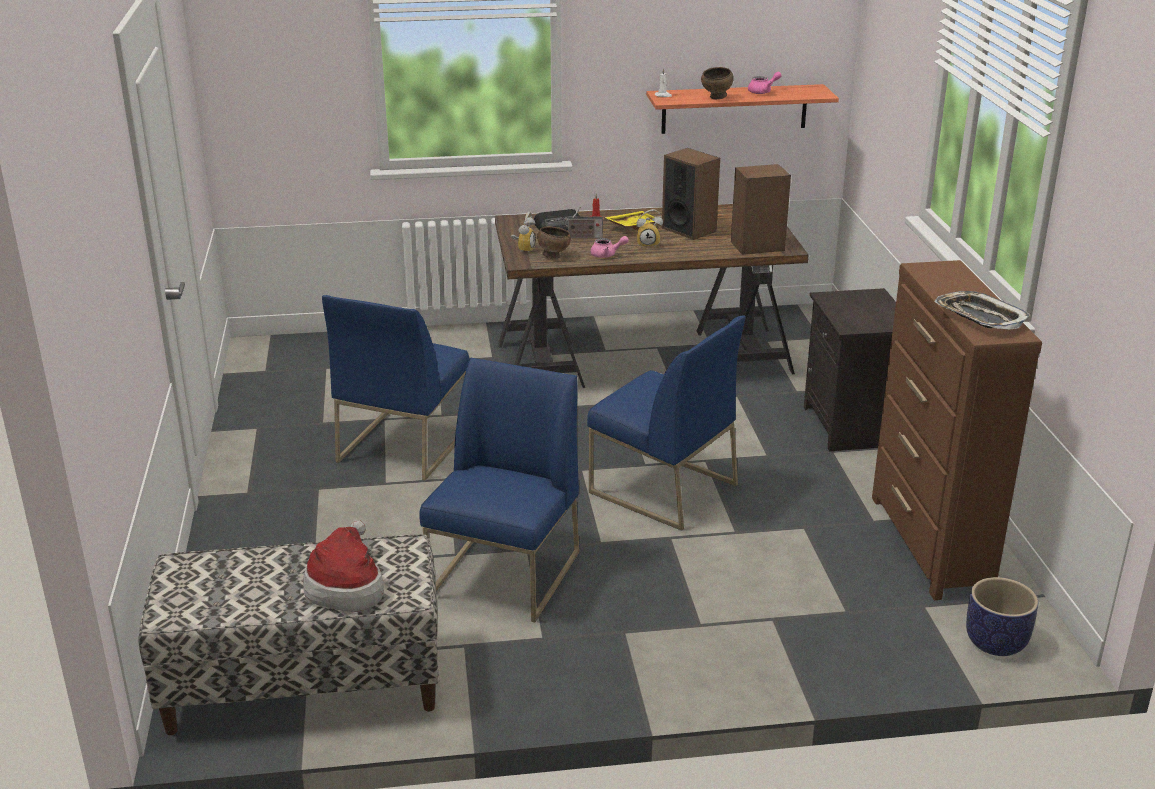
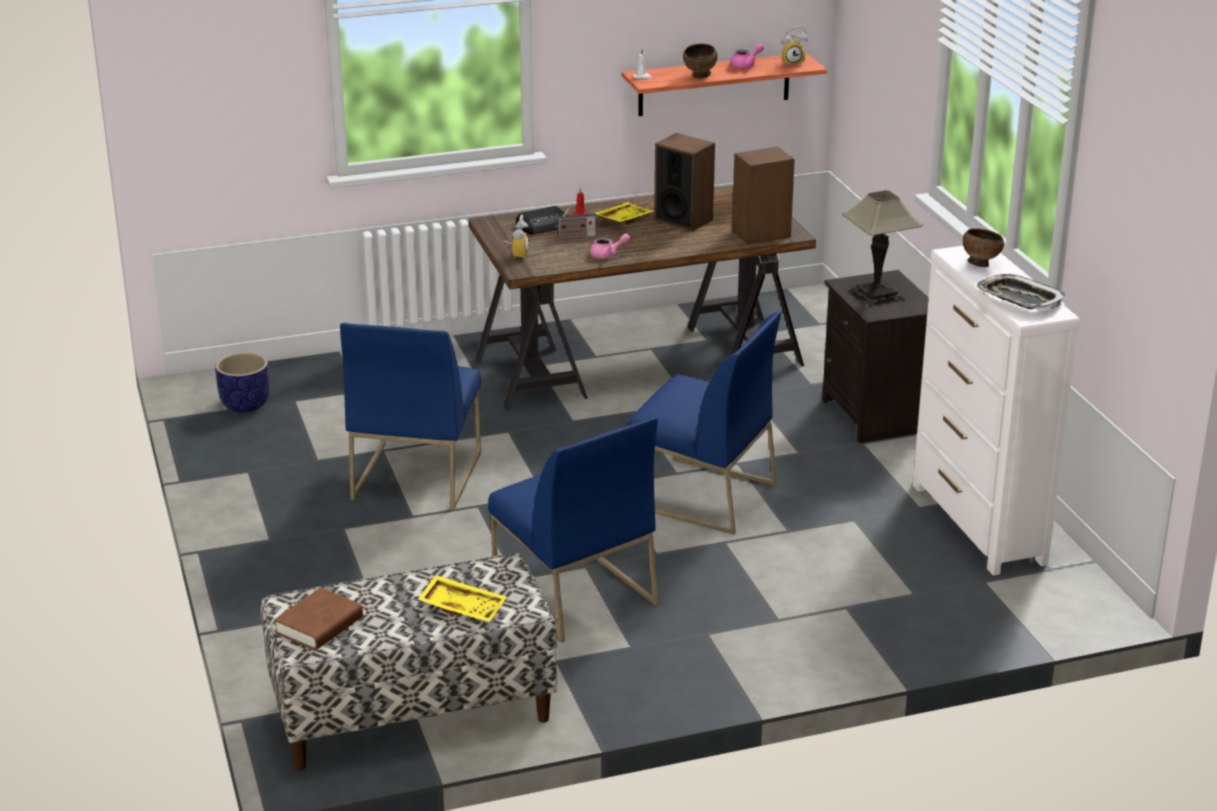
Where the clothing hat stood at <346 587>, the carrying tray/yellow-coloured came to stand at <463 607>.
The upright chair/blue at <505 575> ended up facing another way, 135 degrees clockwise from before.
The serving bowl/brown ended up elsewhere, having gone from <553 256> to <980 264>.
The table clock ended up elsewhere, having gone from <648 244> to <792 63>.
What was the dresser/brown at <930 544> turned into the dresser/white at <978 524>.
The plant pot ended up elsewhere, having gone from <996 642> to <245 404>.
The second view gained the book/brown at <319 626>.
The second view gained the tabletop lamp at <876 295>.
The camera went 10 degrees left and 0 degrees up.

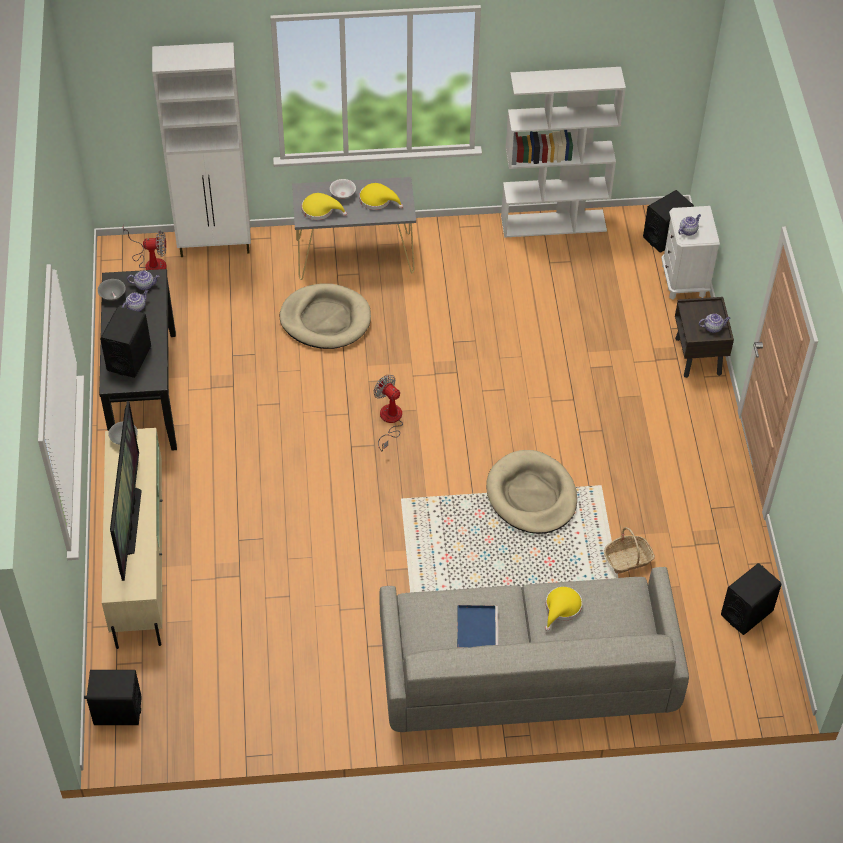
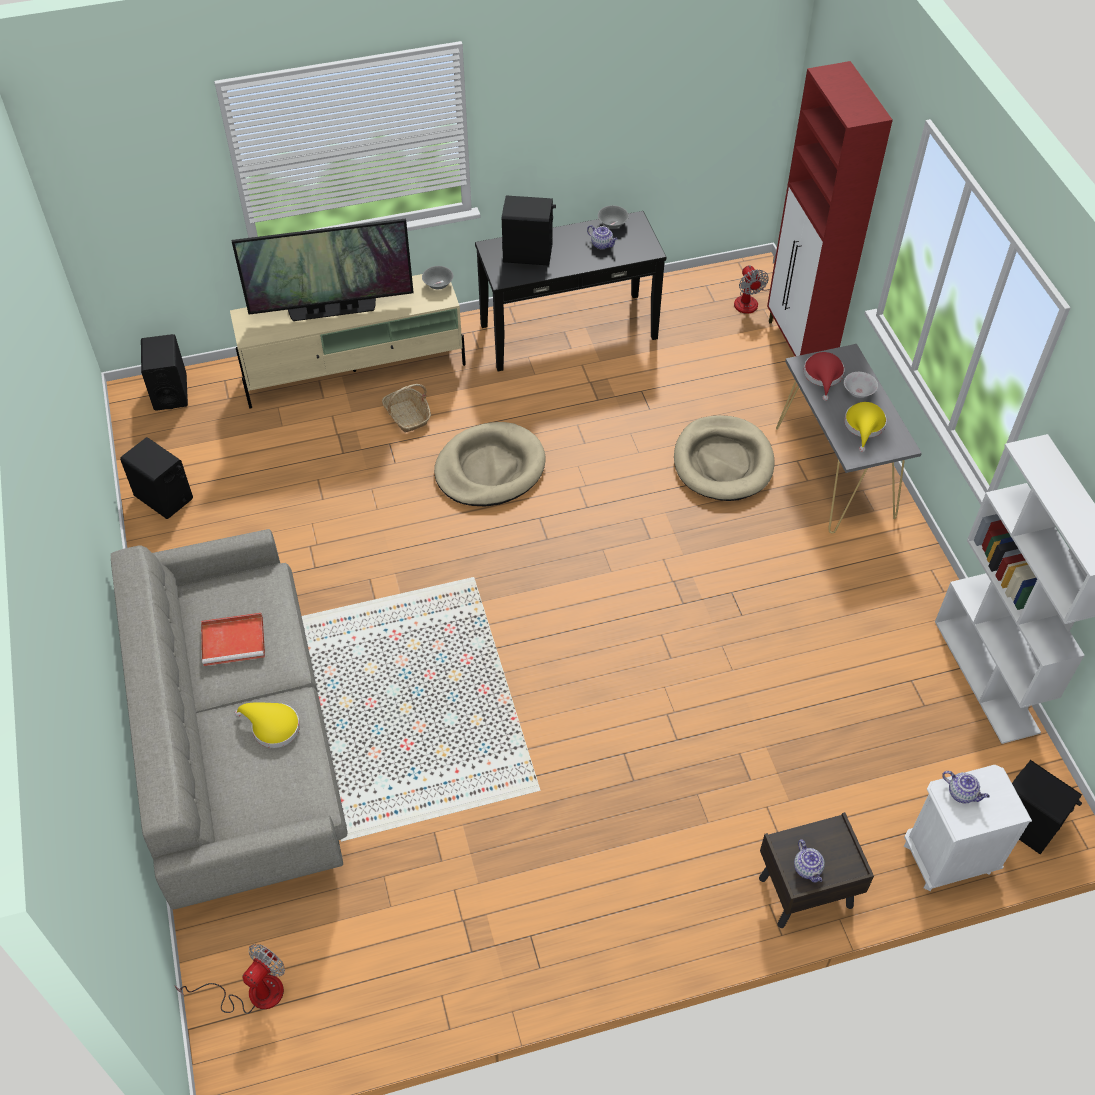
The second view lost the pot for tea at <145 285>.
What was the cupboard/white at <216 244> turned into the cupboard/red-coloured at <799 346>.
What was the clothing hat/yellow-coloured at <320 210> turned into the clothing hat/red-coloured at <823 376>.
The fan ended up elsewhere, having gone from <389 421> to <252 993>.
What was the carrying tray/blue at <476 628> turned into the carrying tray/red-coloured at <235 640>.
The dog cushion/beige ended up elsewhere, having gone from <531 495> to <490 468>.
The basket ended up elsewhere, having gone from <628 559> to <407 416>.
The speaker/black ended up elsewhere, having gone from <746 613> to <164 497>.
The camera went 80 degrees right and 0 degrees up.

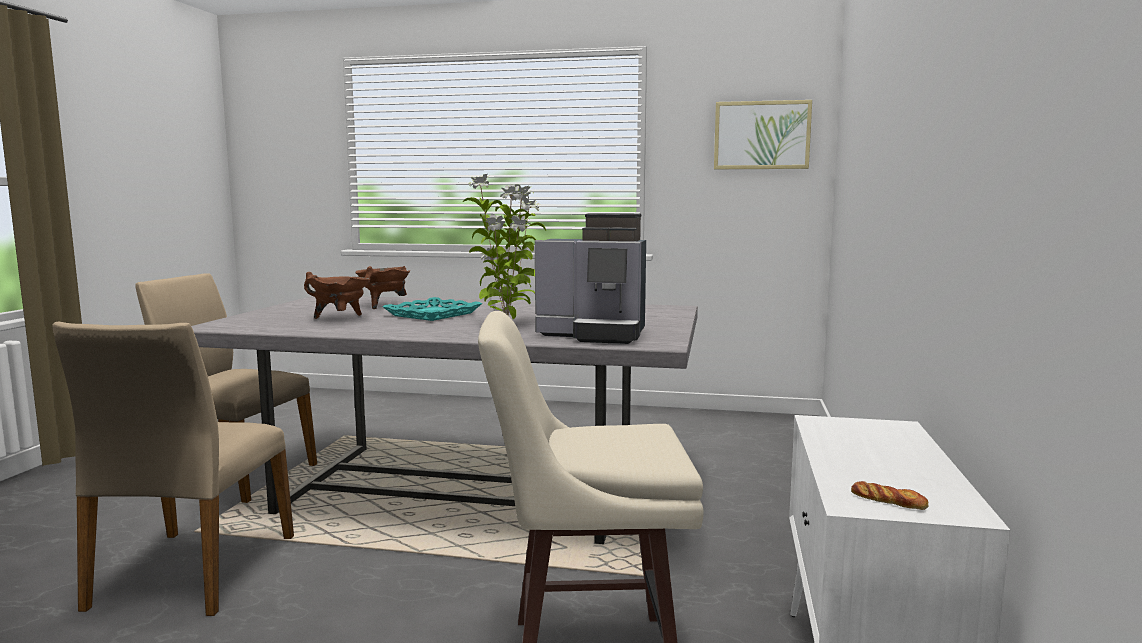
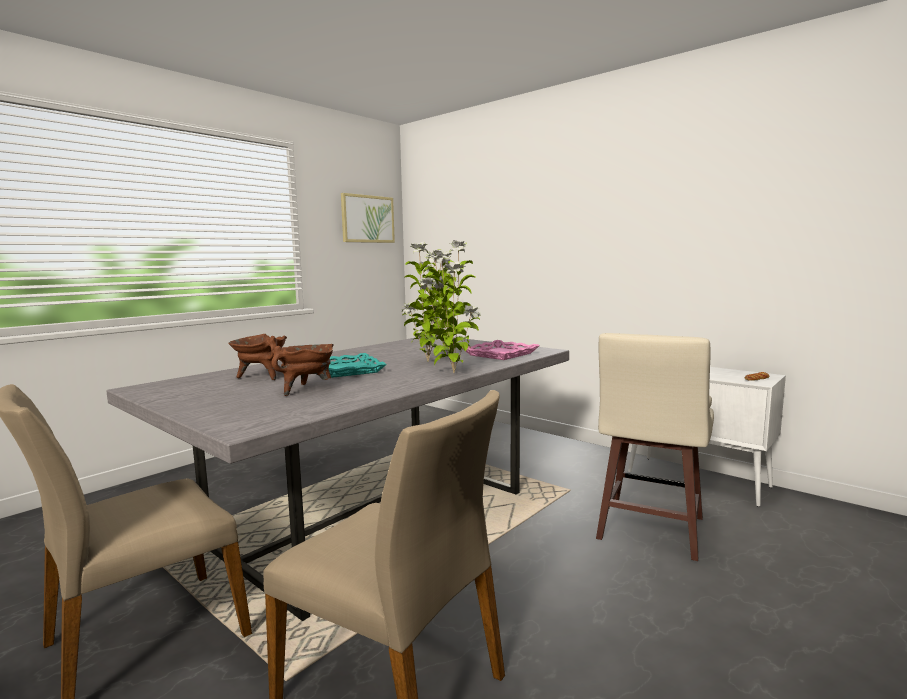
Where the coffee maker stood at <595 334>, the carrying tray/pink-coloured came to stand at <500 354>.
The second view gained the potted plant at <451 373>.
The camera went 60 degrees left and 0 degrees up.

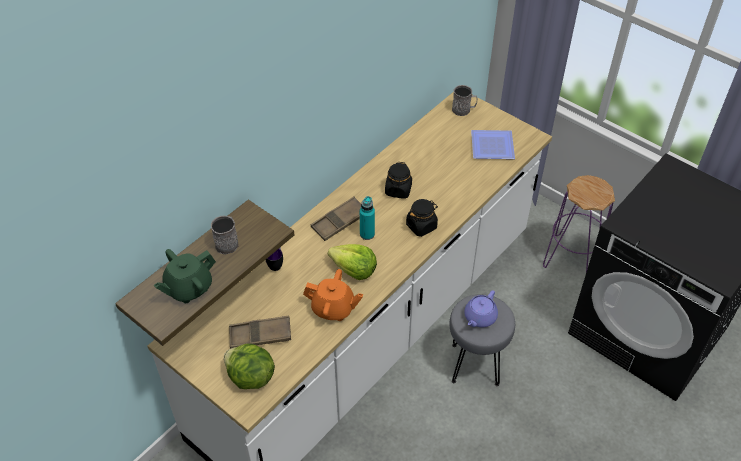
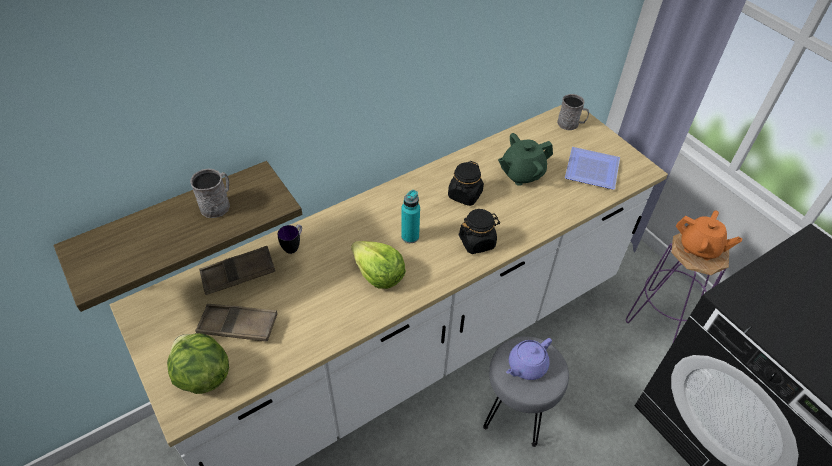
The pot for tea/green ended up elsewhere, having gone from <188 288> to <521 174>.
The pot for tea/orange-coloured ended up elsewhere, having gone from <333 309> to <699 248>.
The carrying tray/brown ended up elsewhere, having gone from <339 222> to <238 274>.
The camera went 15 degrees right and 0 degrees up.

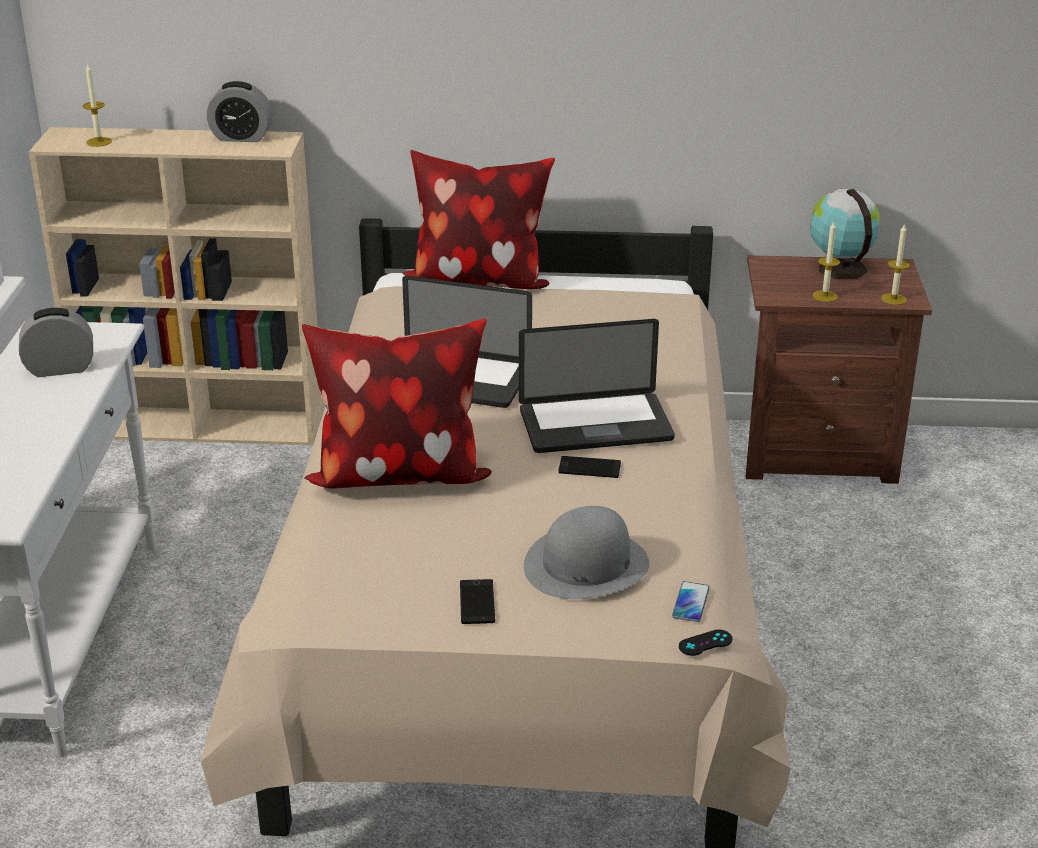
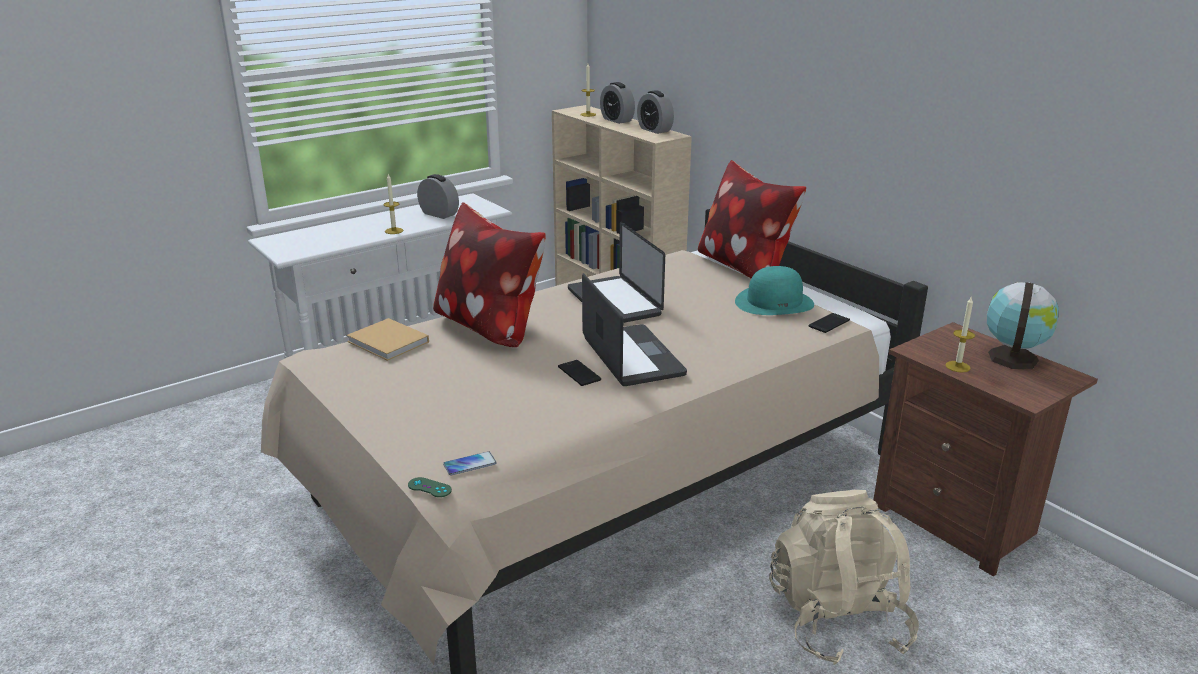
The handset ended up elsewhere, having gone from <477 602> to <829 323>.
The portable computer at <595 425> ended up facing another way, 150 degrees counterclockwise from before.
The second view lost the clothing hat/grey at <586 565>.
What was the gamepad/black at <705 643> turned into the gamepad/green at <429 487>.
The wax candle ended up elsewhere, having gone from <893 299> to <394 231>.
The second view gained the book/beige at <389 342>.
The second view gained the table clock at <617 120>.
The second view gained the clothing hat/turquoise at <774 302>.
The second view gained the knapsack/beige at <837 620>.
The camera went 50 degrees right and 5 degrees down.

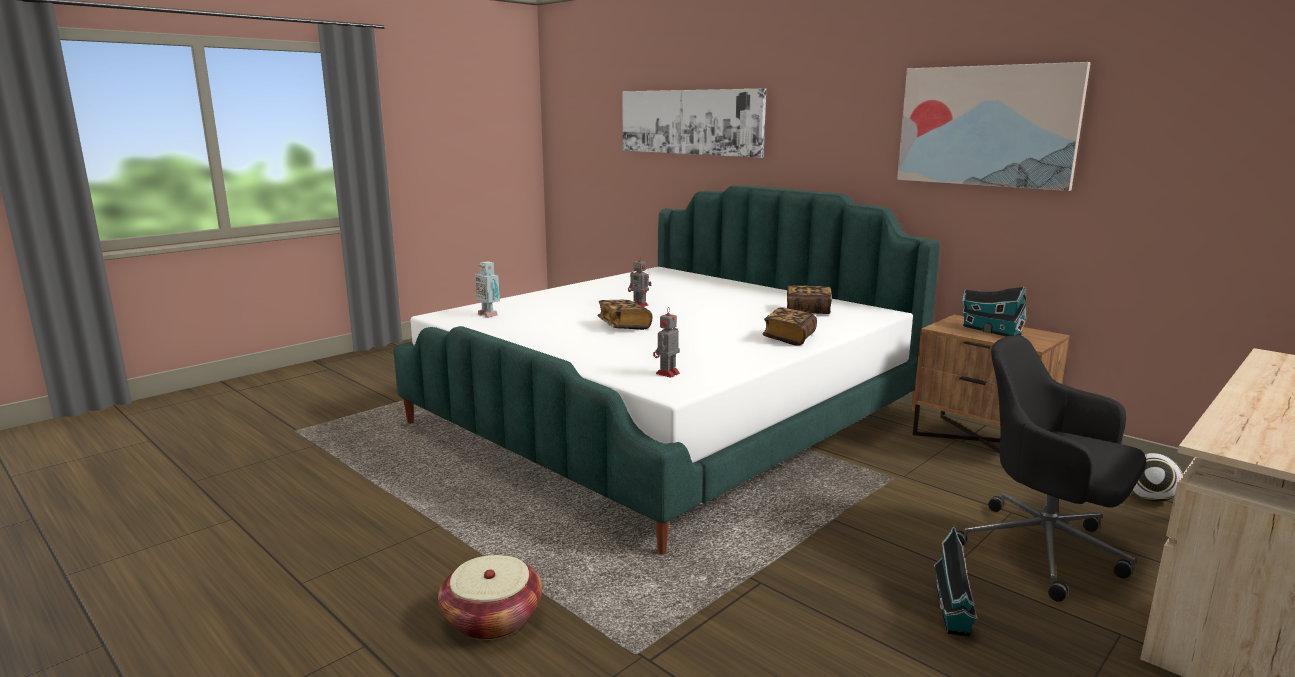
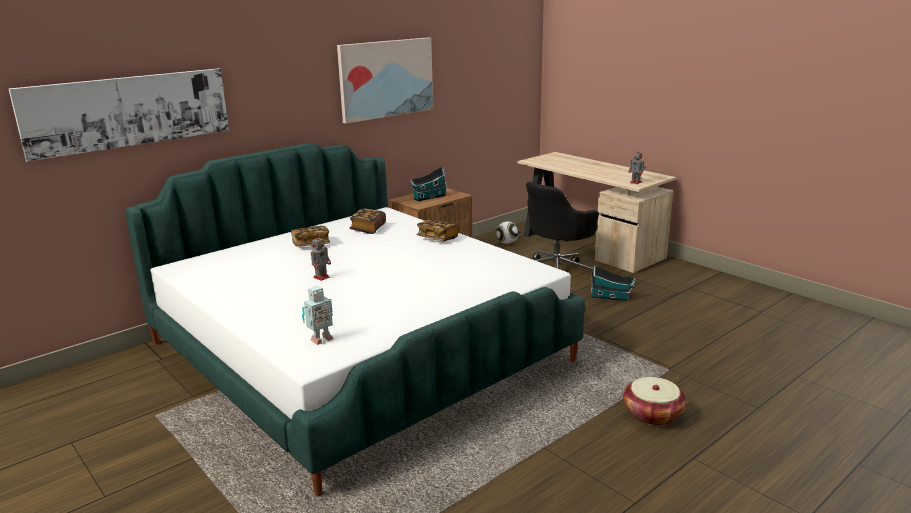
The book ended up elsewhere, having gone from <624 326> to <311 245>.
The model robot ended up elsewhere, having gone from <667 374> to <636 182>.
The camera went 85 degrees left and 5 degrees up.

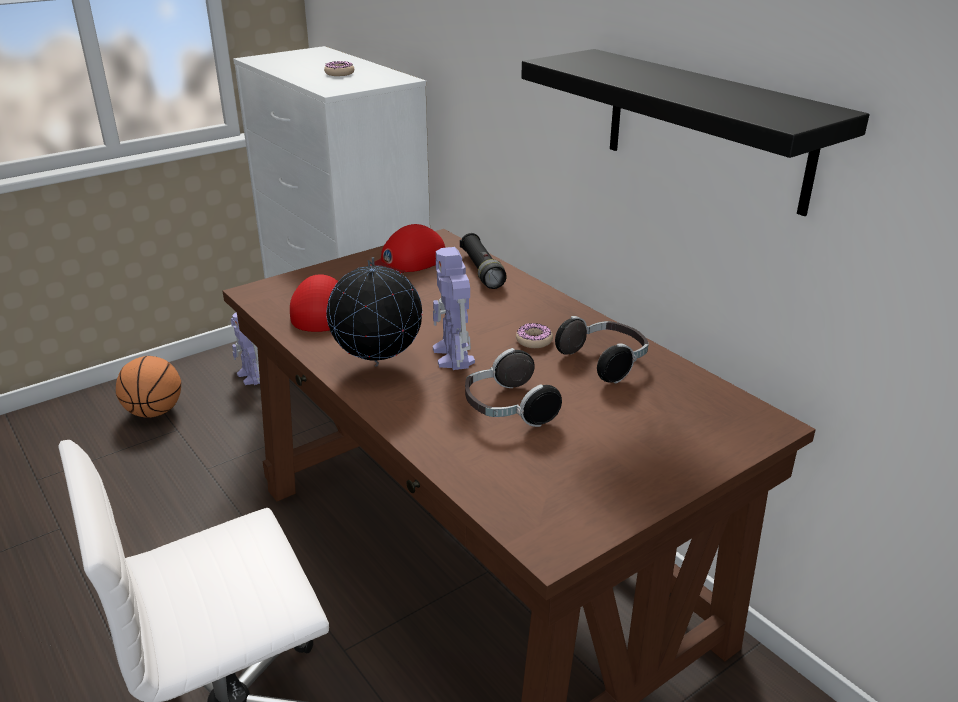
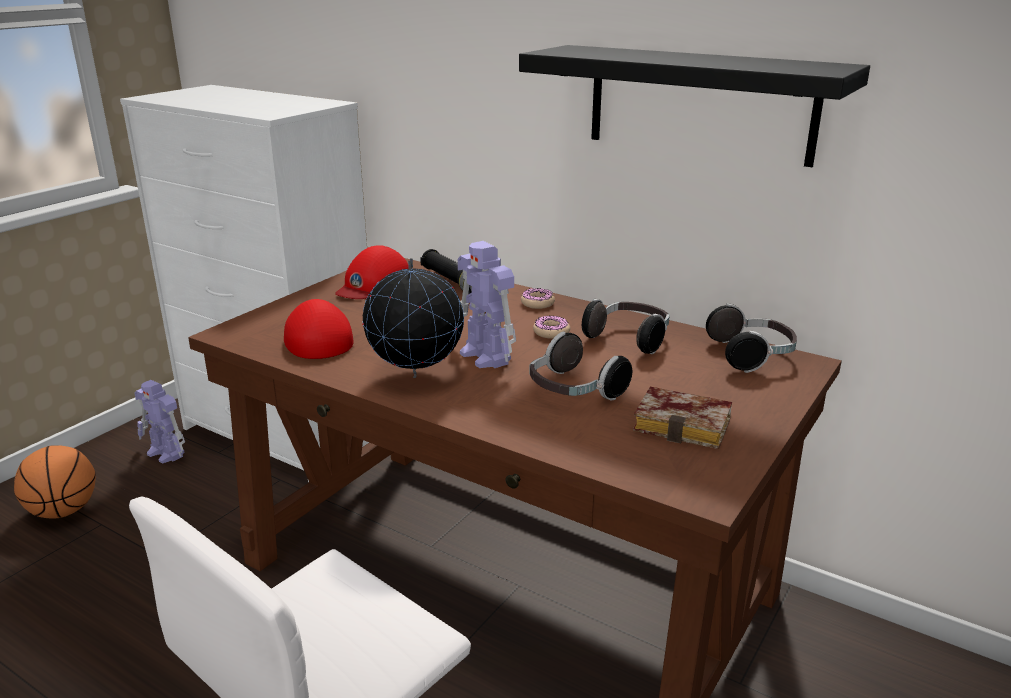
The doughnut ended up elsewhere, having gone from <339 73> to <537 303>.
The second view gained the book at <686 425>.
The second view gained the pair of headphones at <751 355>.
The camera went 20 degrees left and 5 degrees down.

